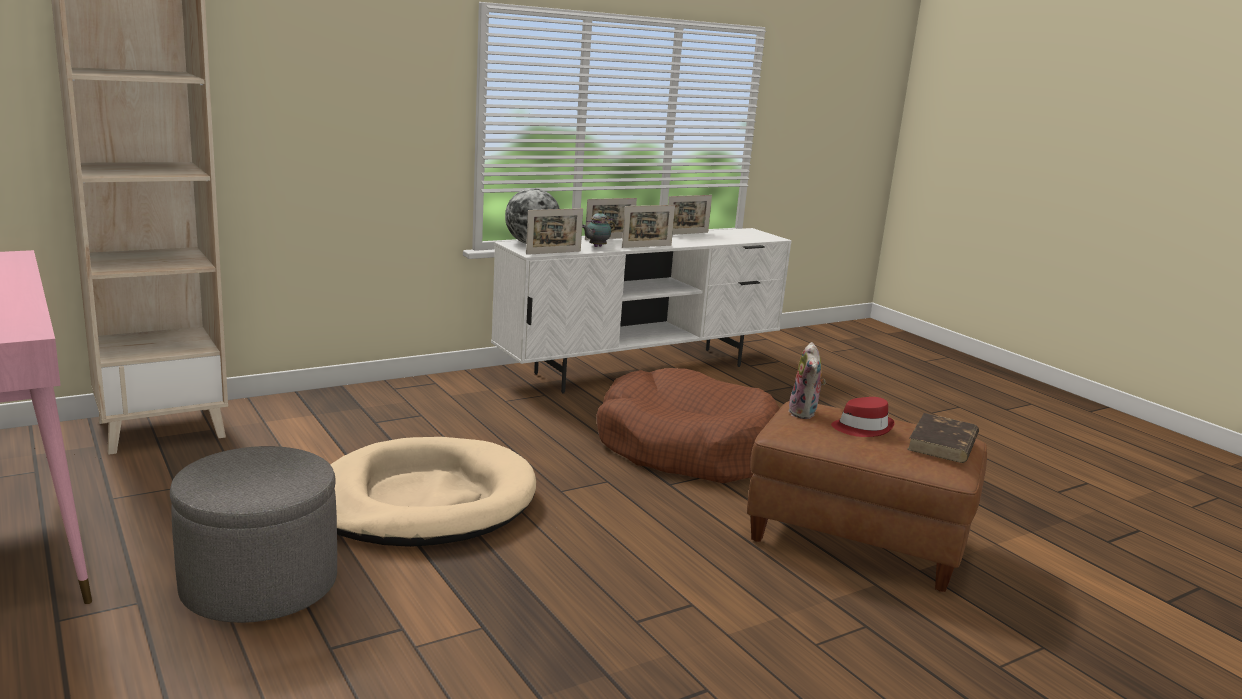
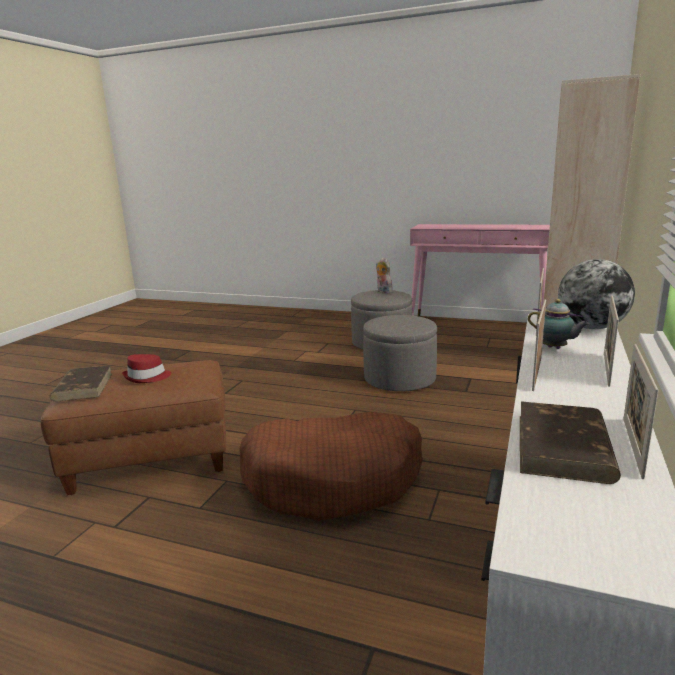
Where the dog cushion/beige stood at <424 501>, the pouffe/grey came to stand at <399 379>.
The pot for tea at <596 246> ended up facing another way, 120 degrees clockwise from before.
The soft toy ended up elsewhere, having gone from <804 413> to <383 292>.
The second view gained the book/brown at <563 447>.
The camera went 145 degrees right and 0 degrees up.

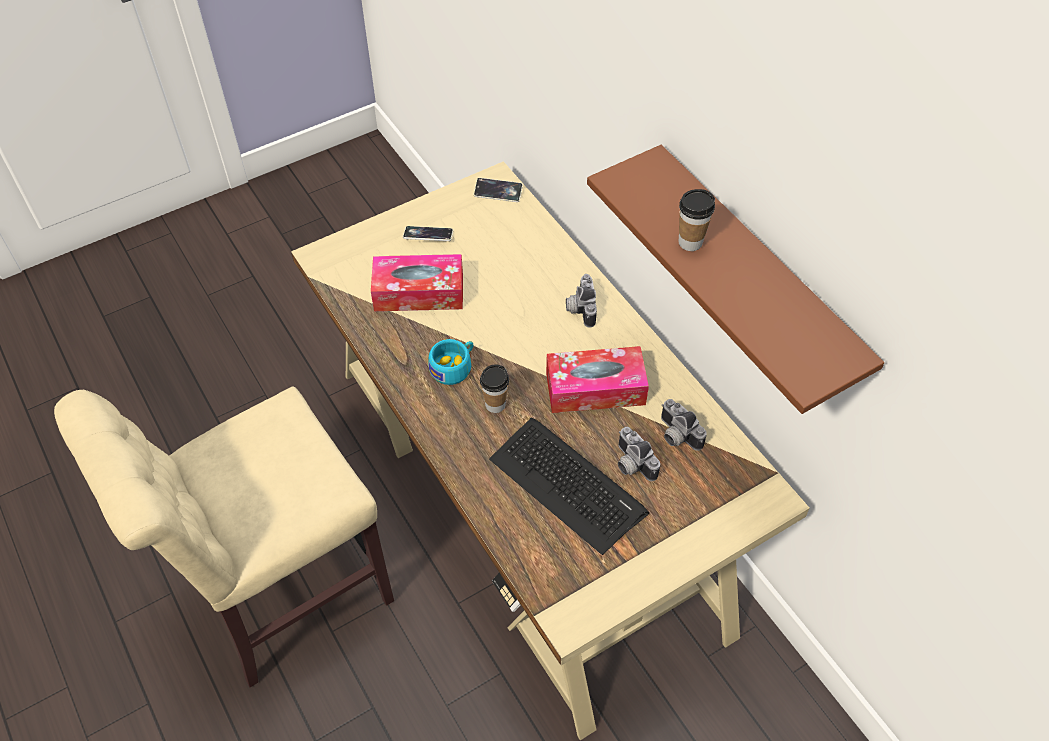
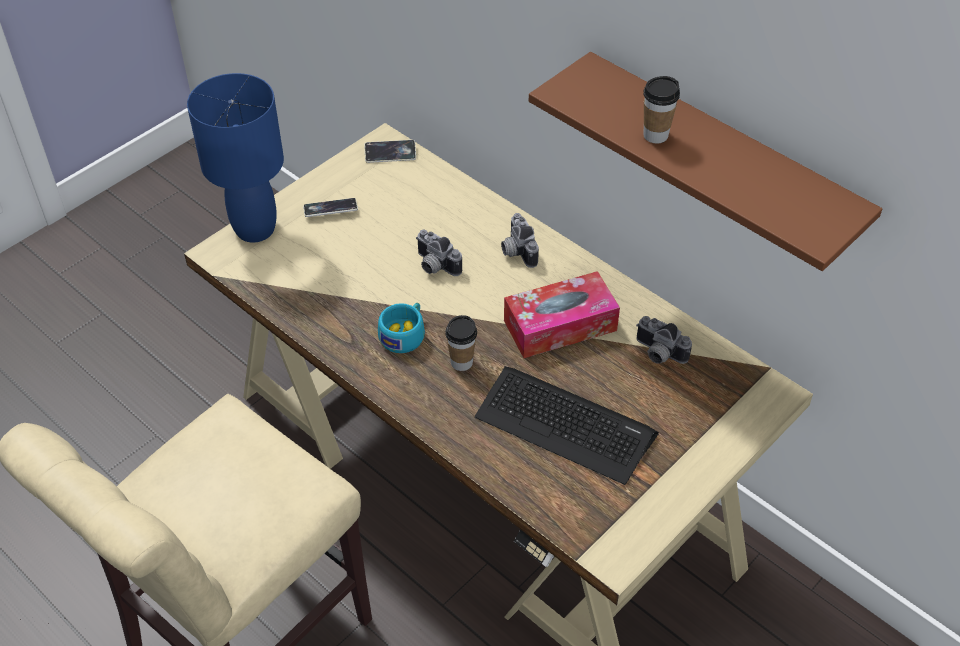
The second view lost the tissue box at <419 292>.
The still camera ended up elsewhere, having gone from <631 464> to <434 266>.
The second view gained the tabletop lamp/blue at <255 230>.
The camera went 15 degrees left and 5 degrees down.

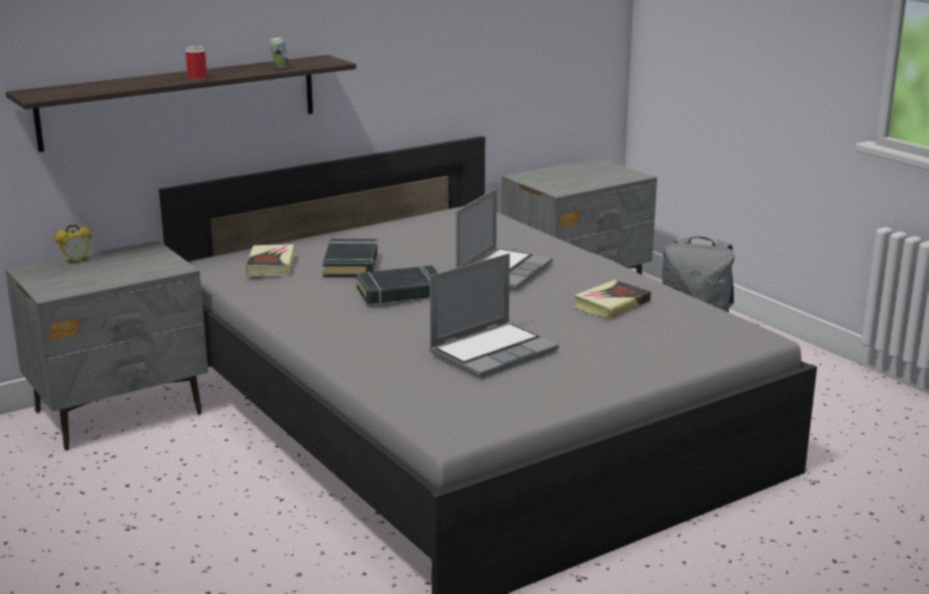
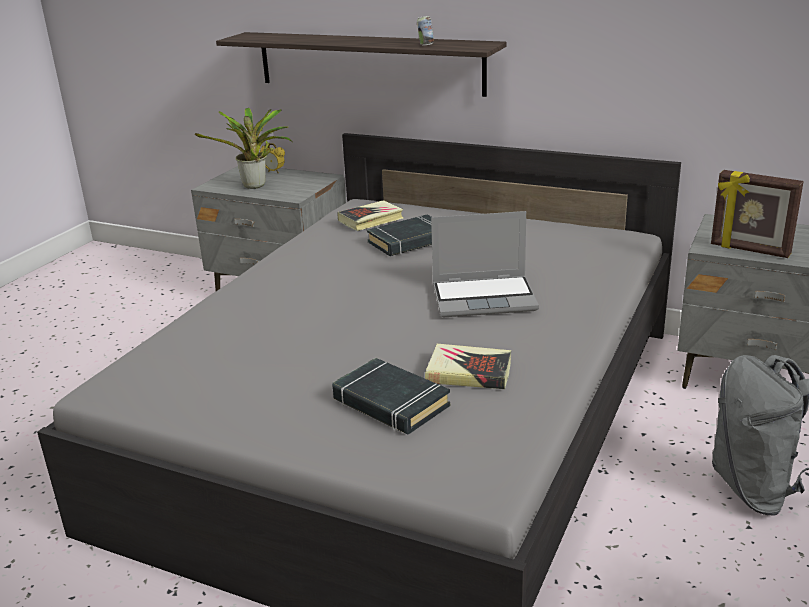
The second view lost the can at <197 78>.
The book/black ended up elsewhere, having gone from <400 292> to <390 403>.
The second view lost the portable computer at <493 351>.
The second view gained the potted plant at <256 186>.
The second view gained the picture frame at <749 250>.
The camera went 60 degrees right and 5 degrees up.

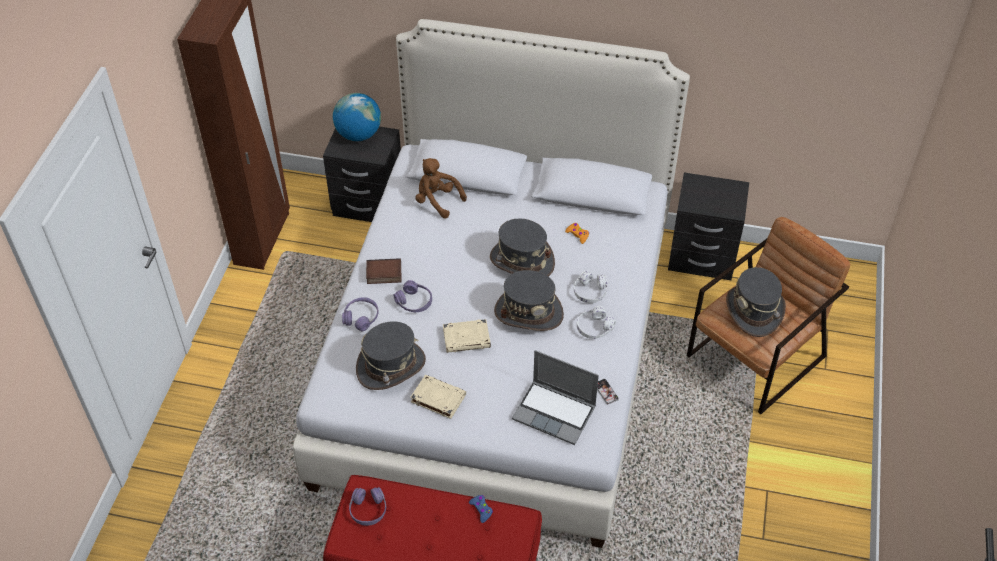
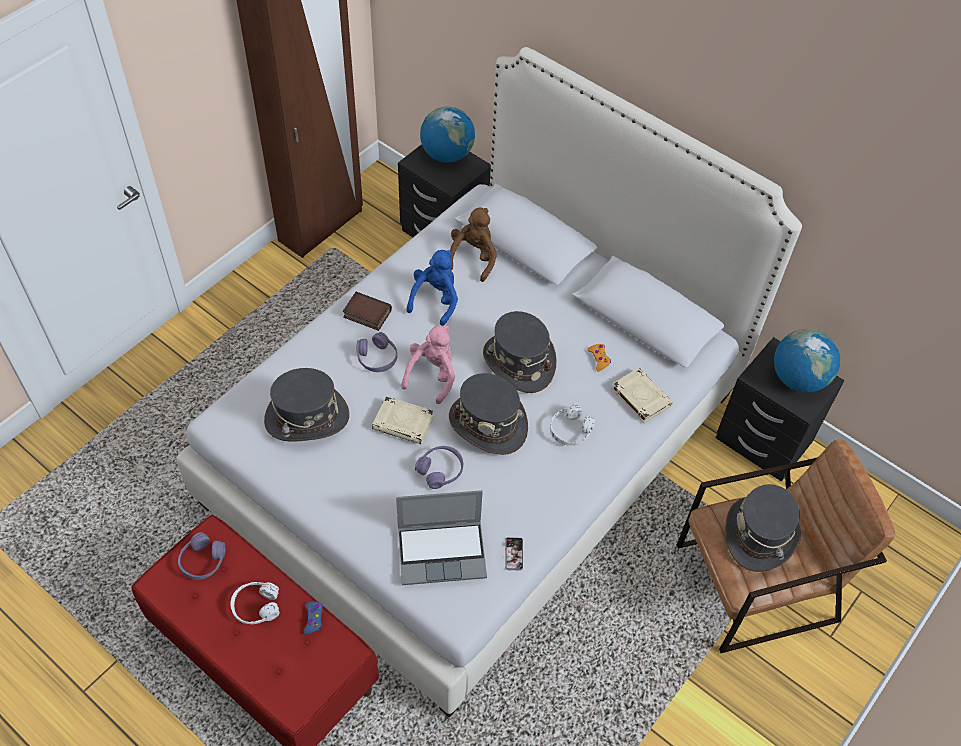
The pair of headphones/purple-coloured ended up elsewhere, having gone from <361 318> to <440 470>.
The book/beige ended up elsewhere, having gone from <437 398> to <640 397>.
The soft toy/brown at <437 201> ended up facing another way, 45 degrees clockwise from before.
The portable computer at <555 413> ended up facing another way, 60 degrees counterclockwise from before.
The pair of headphones/white ended up elsewhere, having gone from <594 328> to <256 606>.
The second view gained the soft toy/pink-coloured at <432 375>.
The second view gained the soft toy/blue at <435 300>.
The second view gained the desk globe at <798 378>.
The camera went 25 degrees right and 5 degrees up.

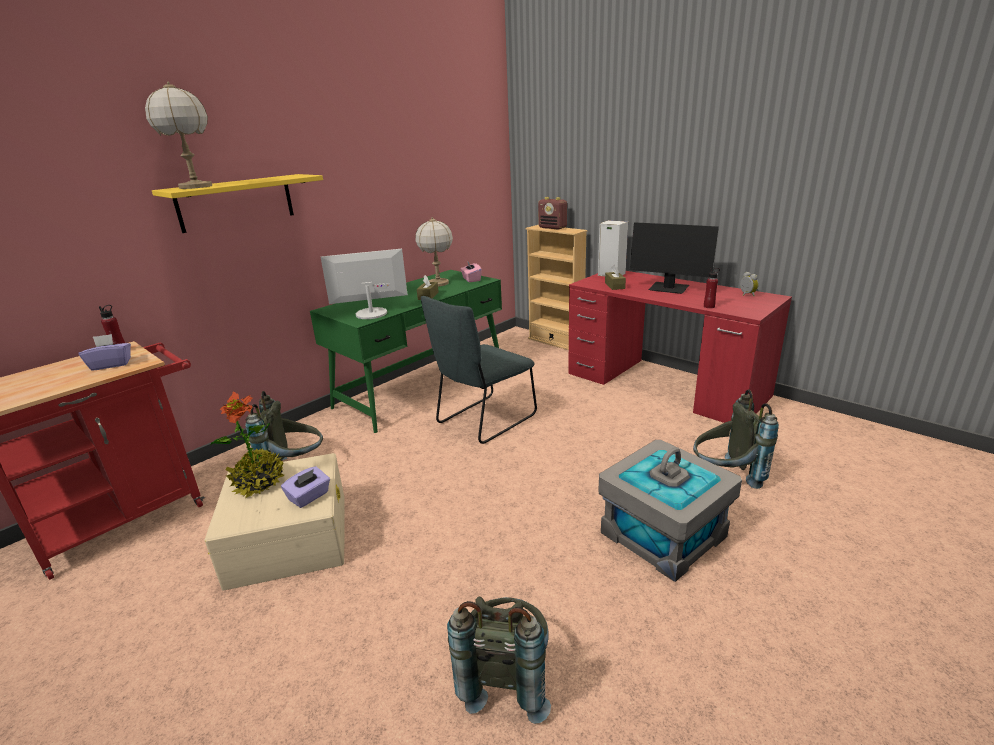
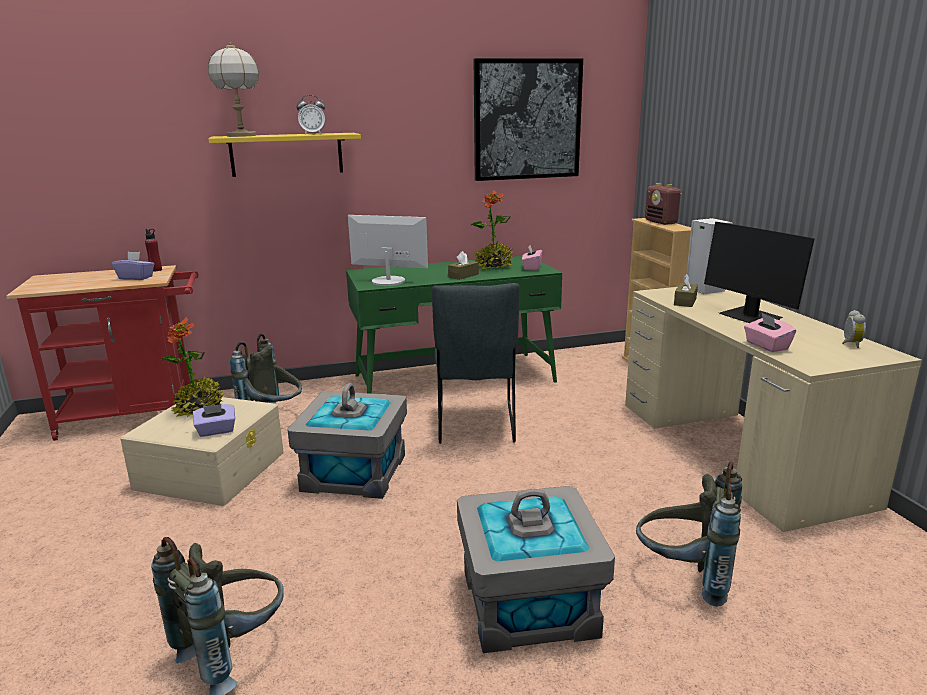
Where the tabletop lamp stood at <438 283>, the potted plant came to stand at <493 266>.
The upright chair/grey at <483 421> ended up facing another way, 75 degrees counterclockwise from before.
What was the desk/red-coloured at <664 384> turned into the desk/beige at <735 450>.
Where the drink bottle/red-coloured stood at <709 306>, the tissue box/pink-coloured came to stand at <766 346>.
The second view gained the storage container/grey at <355 473>.
The second view gained the table clock at <313 134>.
The second view gained the picture at <527 120>.
The camera went 30 degrees right and 5 degrees down.

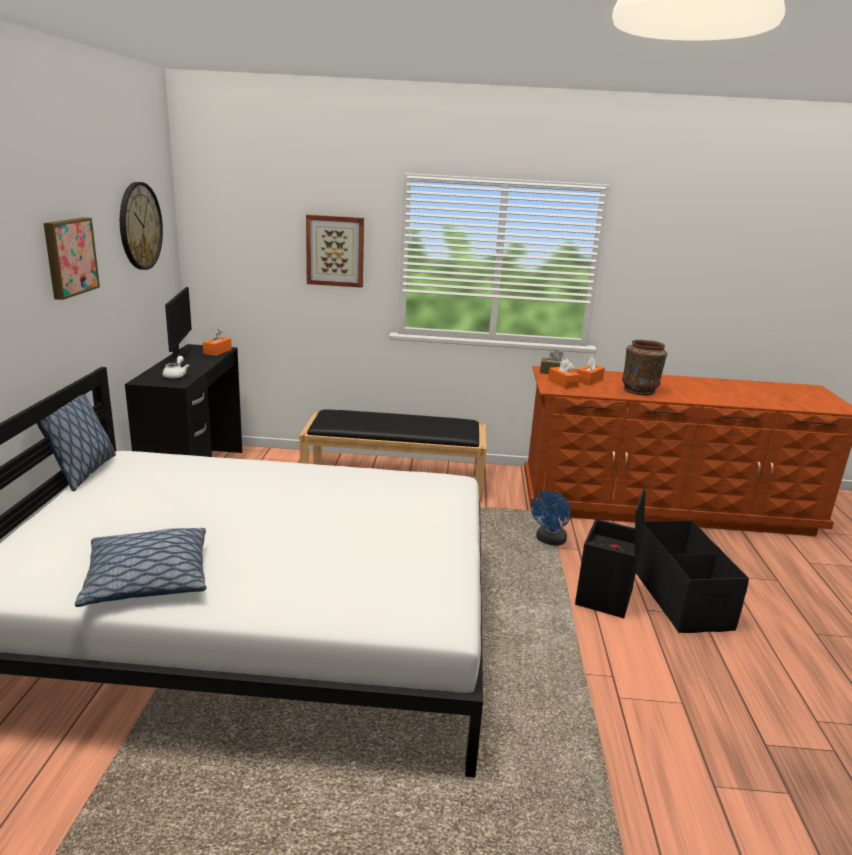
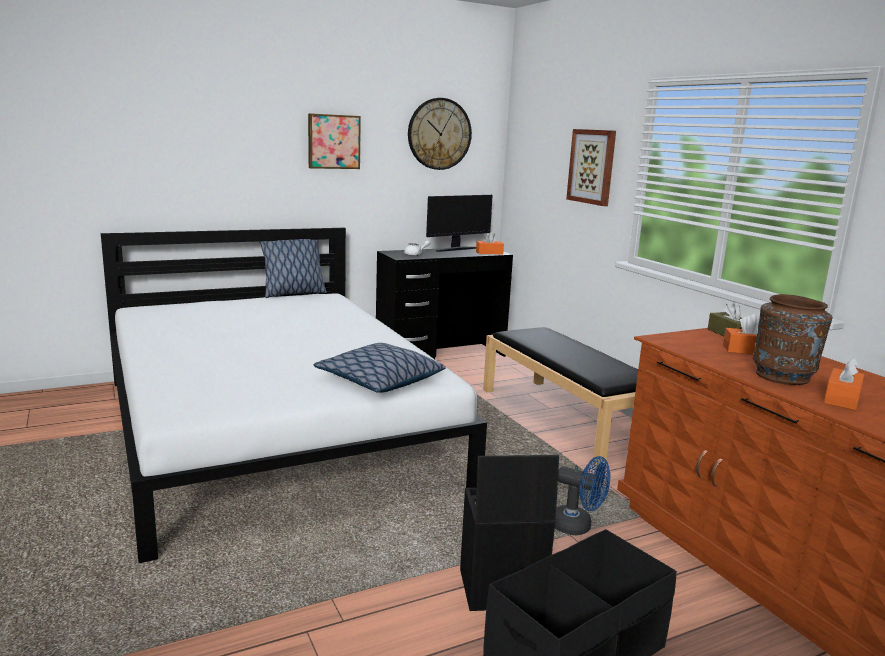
The throw pillow ended up elsewhere, having gone from <147 580> to <379 381>.
The fan/blue at <549 541> ended up facing another way, 150 degrees counterclockwise from before.
The tissue box/orange-coloured ended up elsewhere, having gone from <562 383> to <841 399>.
The camera went 60 degrees right and 5 degrees down.

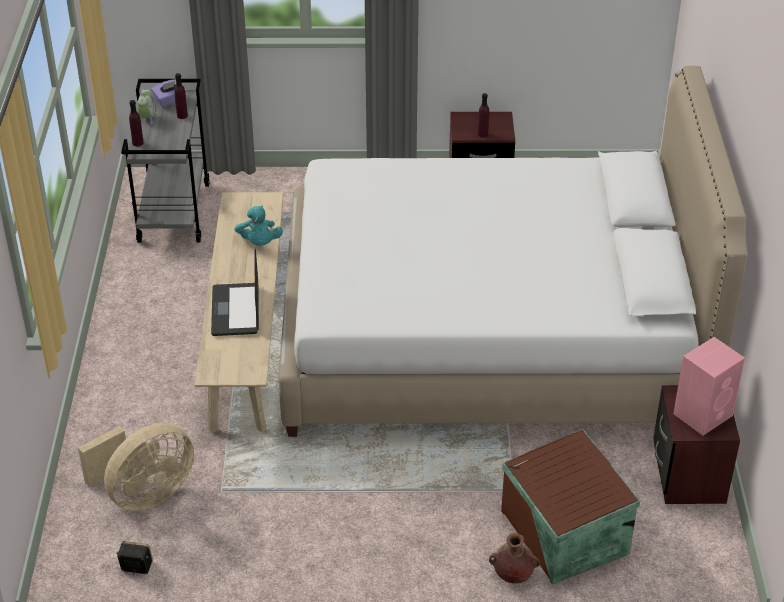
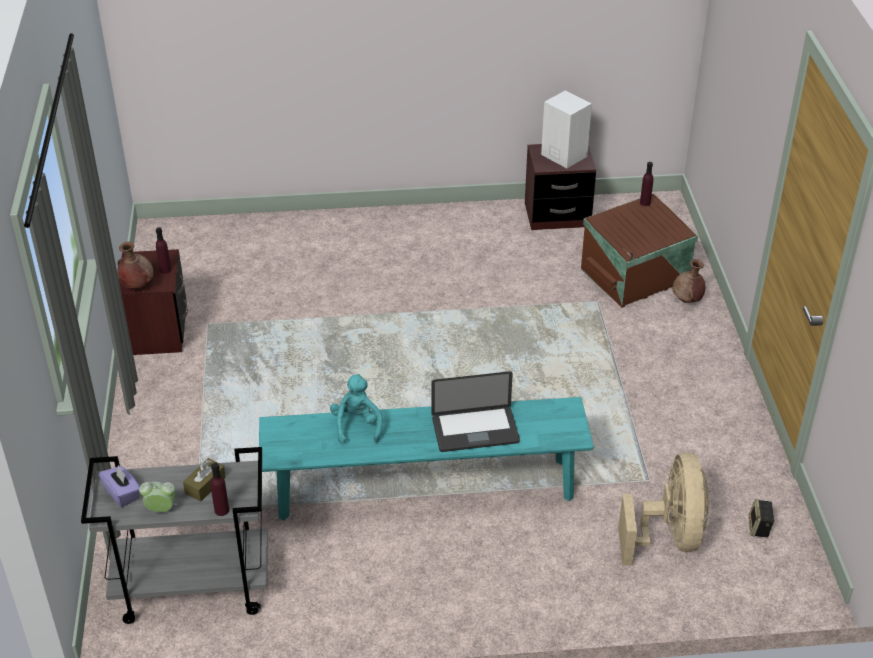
The fan/beige at <144 494> ended up facing another way, 45 degrees clockwise from before.
The drink bottle/purple-coloured ended up elsewhere, having gone from <182 116> to <645 202>.
What was the indoor bench/beige at <247 337> turned into the indoor bench/turquoise at <425 489>.
The soft toy/turquoise at <259 243> ended up facing another way, 75 degrees counterclockwise from before.
The second view lost the bedroom bed/white at <489 336>.
What was the speaker/pink-coloured at <704 414> turned into the speaker/white at <563 155>.
The second view gained the vase/brown at <137 285>.
The second view gained the tissue box/brown at <205 485>.
The camera went 95 degrees left and 0 degrees up.

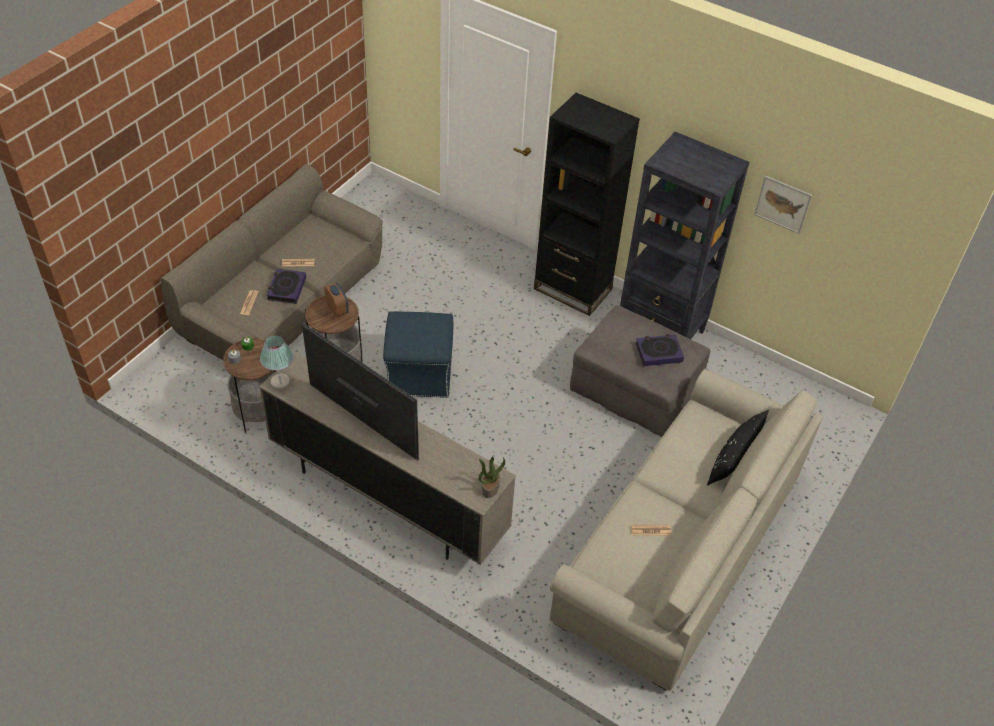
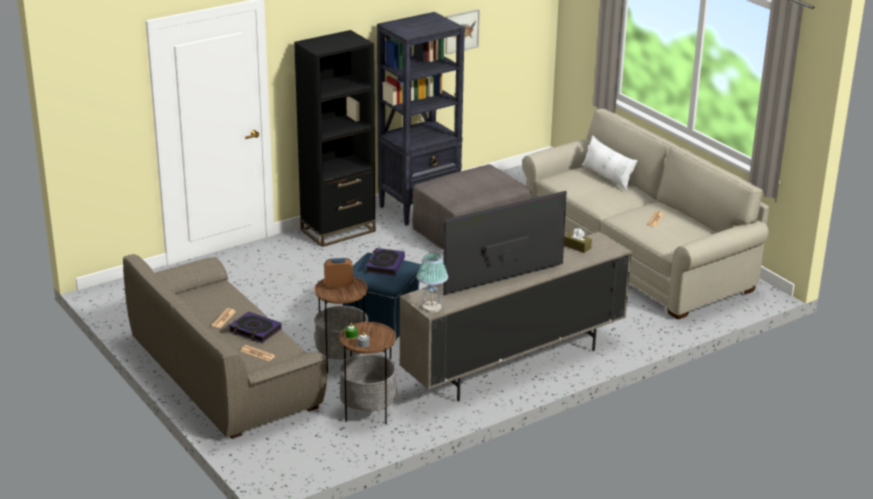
The second view lost the potted plant at <490 487>.
The book ended up elsewhere, having gone from <658 352> to <385 265>.
What was the throw pillow/black at <733 458> turned into the throw pillow/white at <607 177>.
The second view gained the tissue box/brown at <577 247>.
The camera went 65 degrees left and 20 degrees down.

